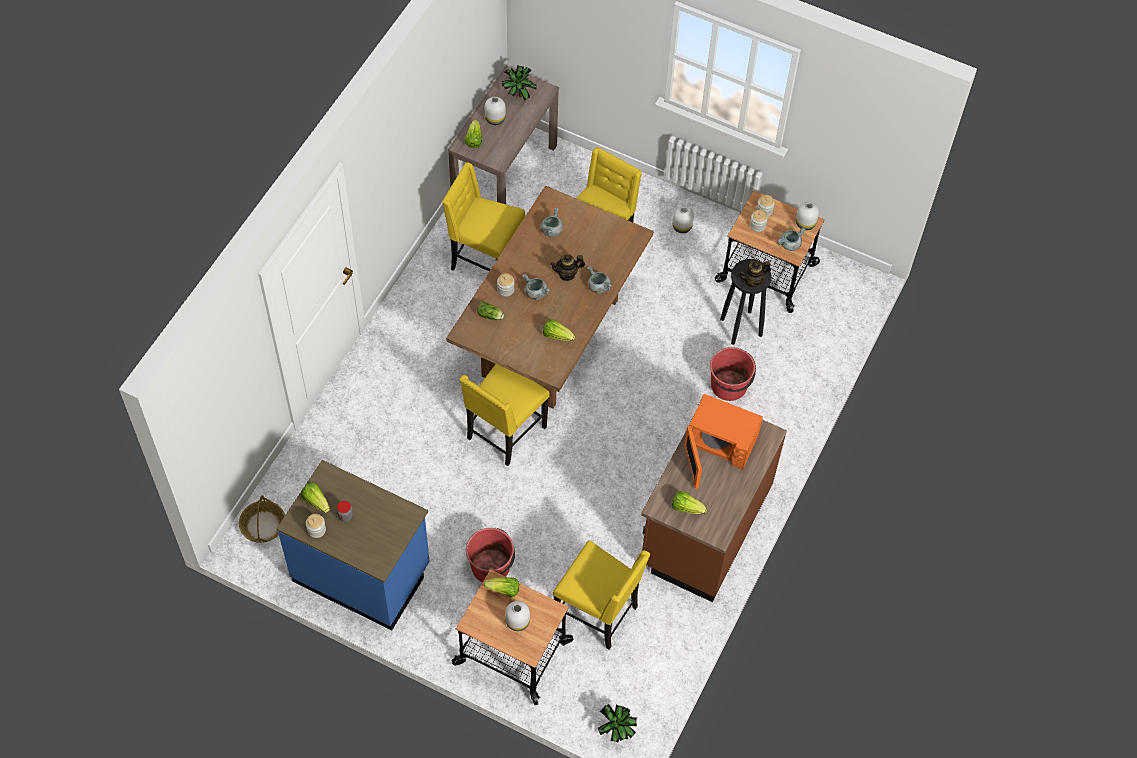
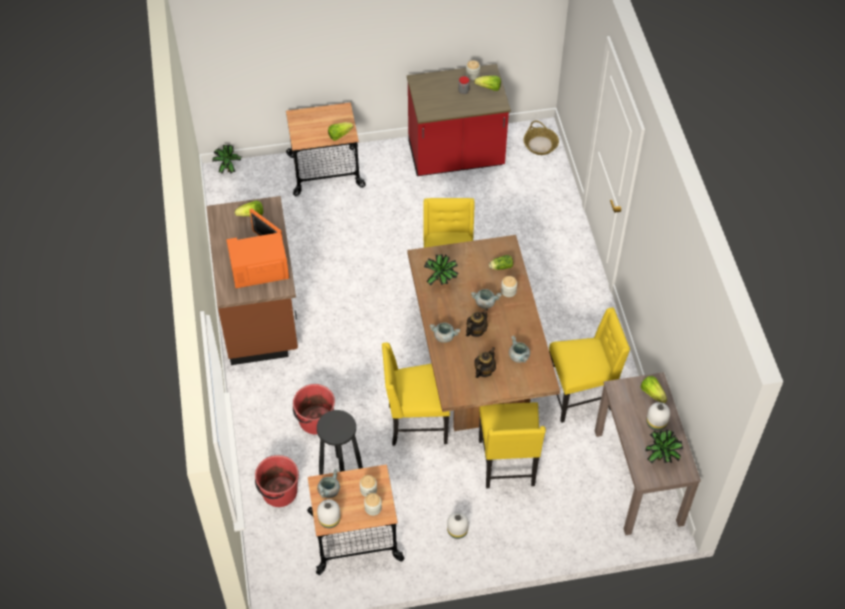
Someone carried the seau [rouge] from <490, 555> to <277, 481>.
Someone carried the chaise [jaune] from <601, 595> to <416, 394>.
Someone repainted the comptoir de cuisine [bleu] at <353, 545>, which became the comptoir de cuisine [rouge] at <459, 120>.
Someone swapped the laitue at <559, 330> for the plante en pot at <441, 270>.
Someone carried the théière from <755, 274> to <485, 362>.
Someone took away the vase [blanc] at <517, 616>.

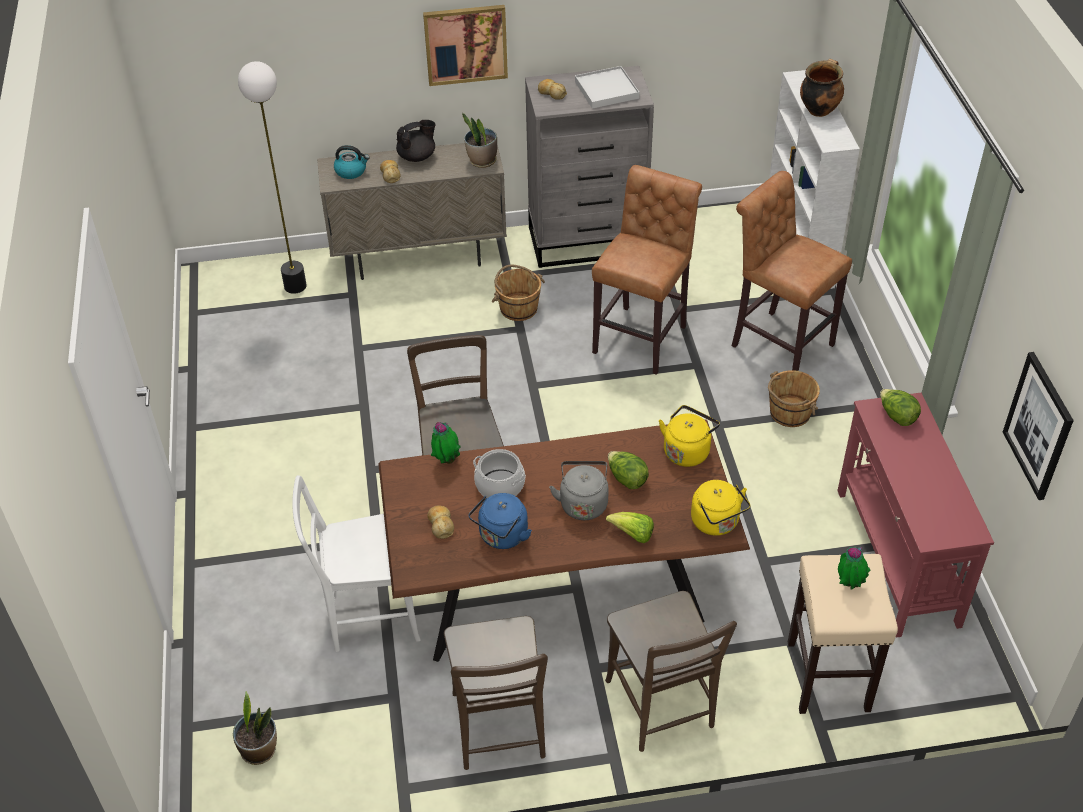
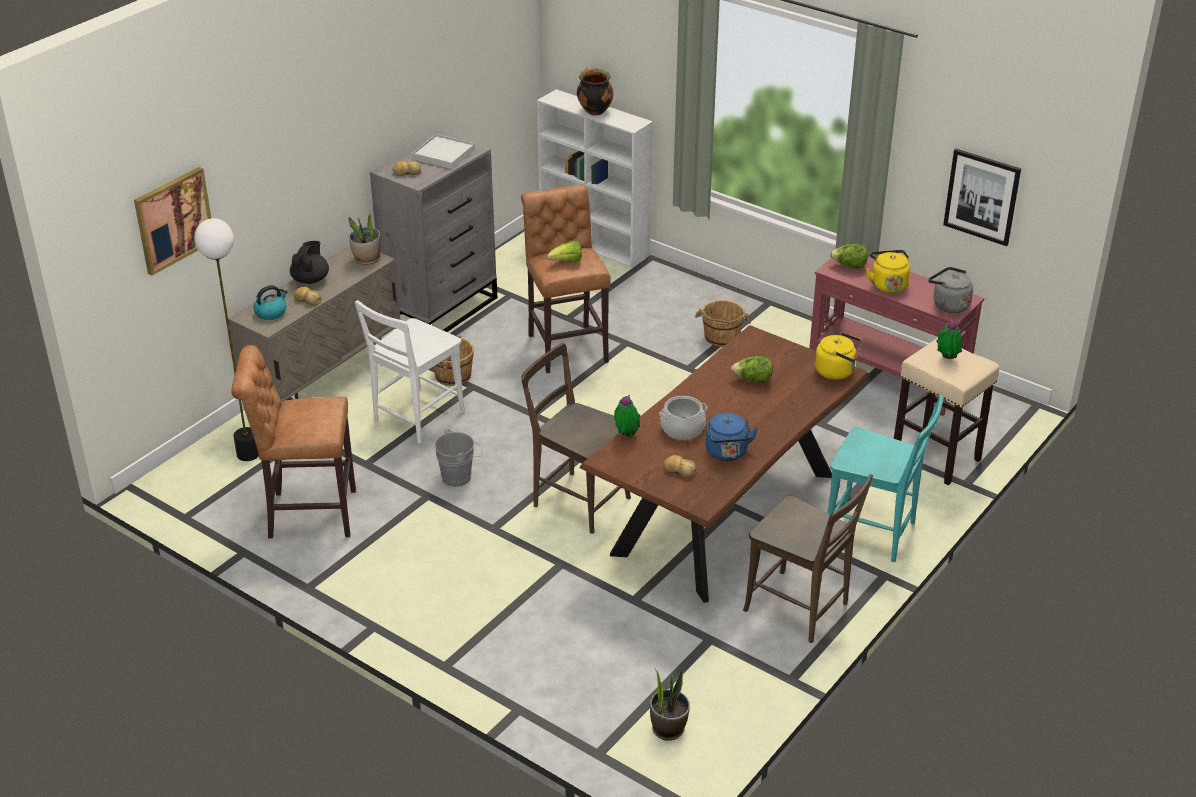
Someone carried the tableau from <465, 45> to <172, 221>.
Someone carried the tabouret [marron] from <792, 271> to <293, 442>.
Someone carried the chaise [blanc] from <356, 563> to <410, 372>.
Someone put down the seau [gris] at <458, 457>.
Someone carried the laitue from <630, 527> to <564, 251>.
Someone repainted the chaise [marron] at <671, 671>, which became the chaise [turquoise] at <886, 479>.
Someone carried the bouilloire [jaune] from <689, 436> to <888, 271>.
Someone carried the bouilloire [gris] from <579, 490> to <950, 290>.

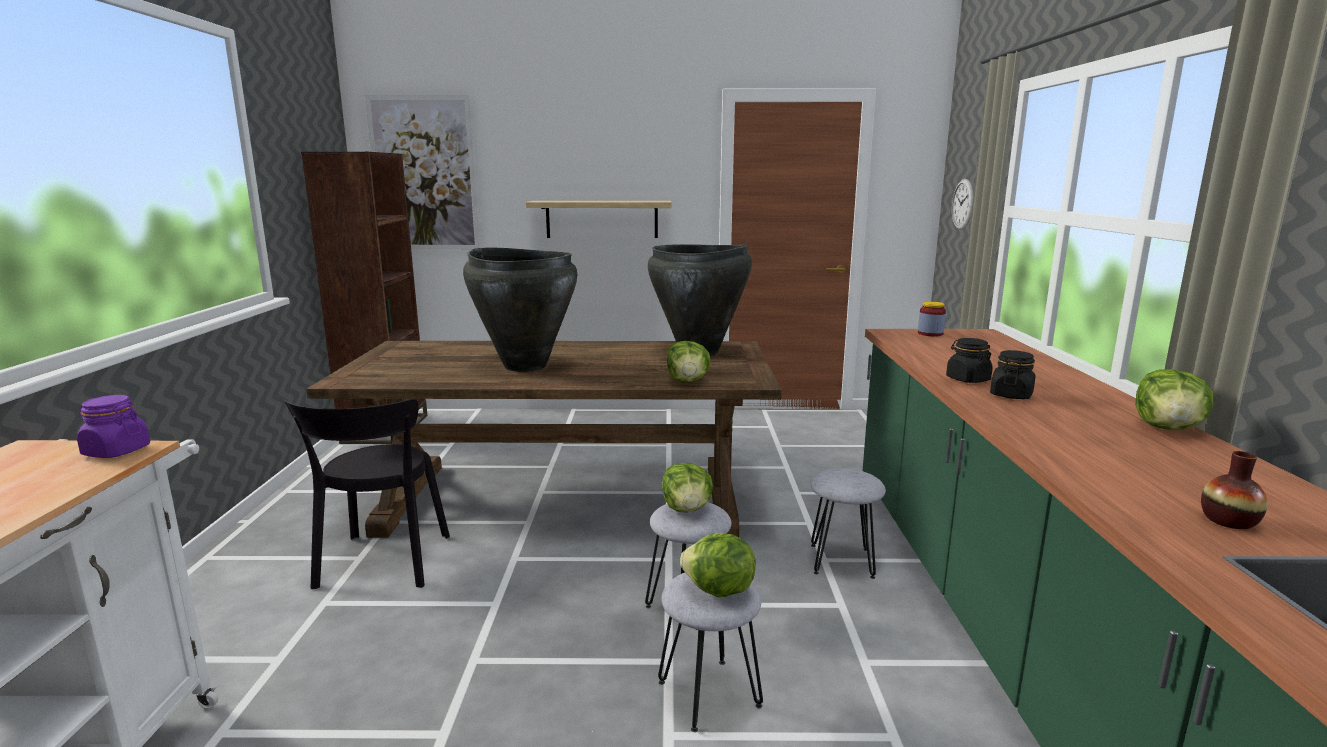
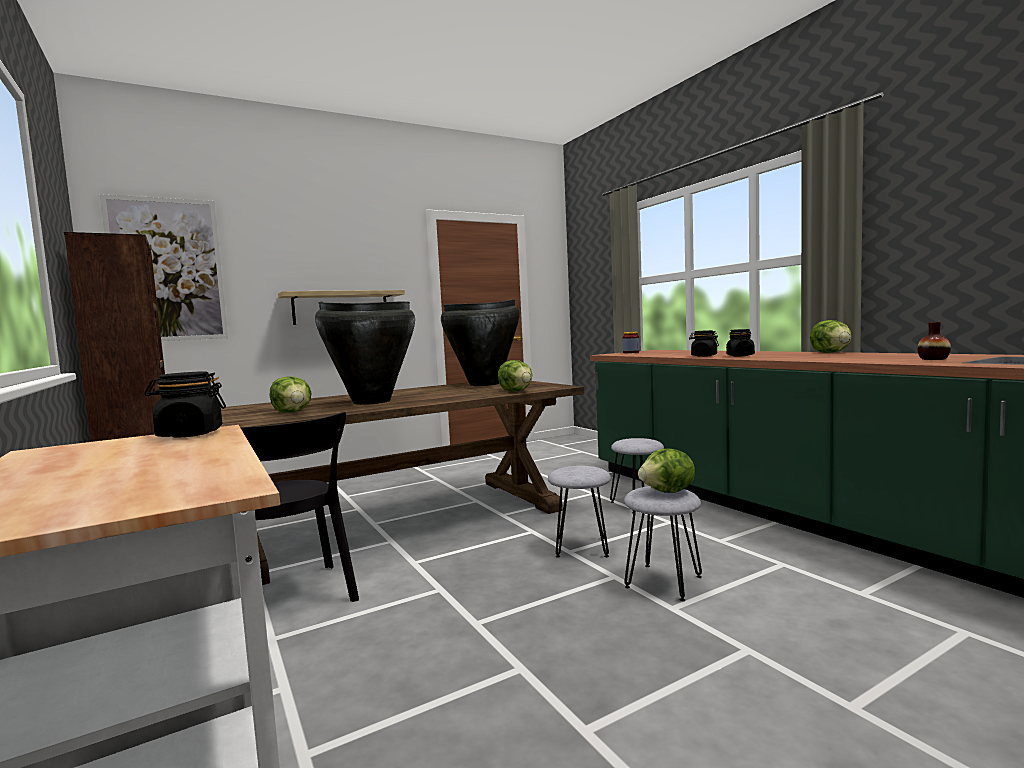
Someone repainted the bocal [violet] at <113, 426>, which became the bocal [noir] at <185, 404>.
Someone carried the laitue from <687, 487> to <291, 394>.
Someone took away the horloge murale at <962, 204>.

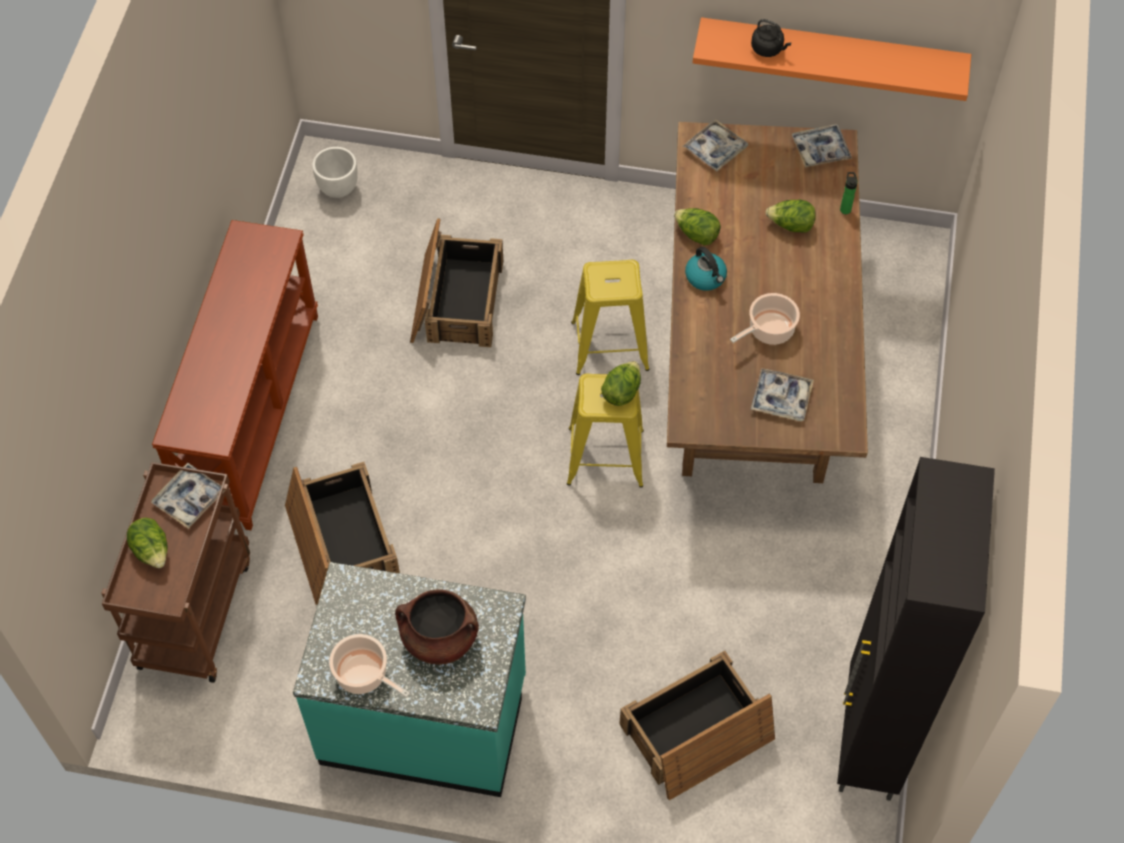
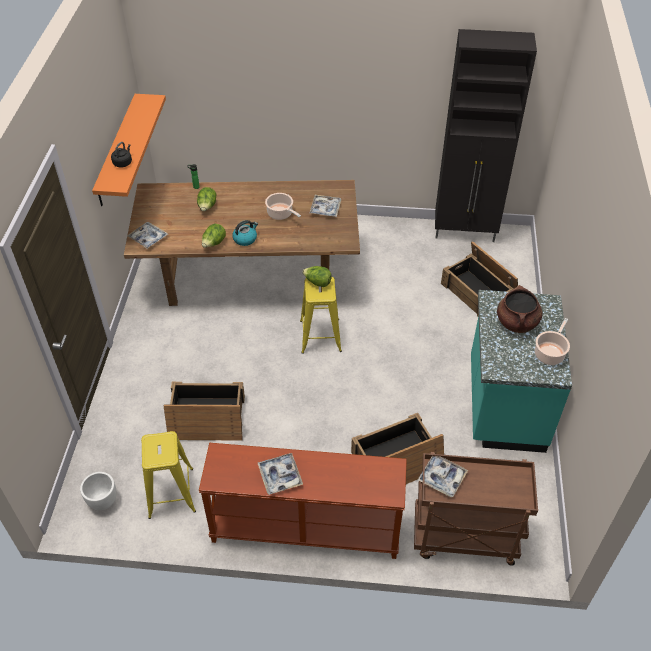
Someone carried the tabouret [jaune] from <610, 317> to <168, 475>.
Someone carried the plateau from <822, 145> to <280, 474>.
Someone took away the laitue at <147, 543>.

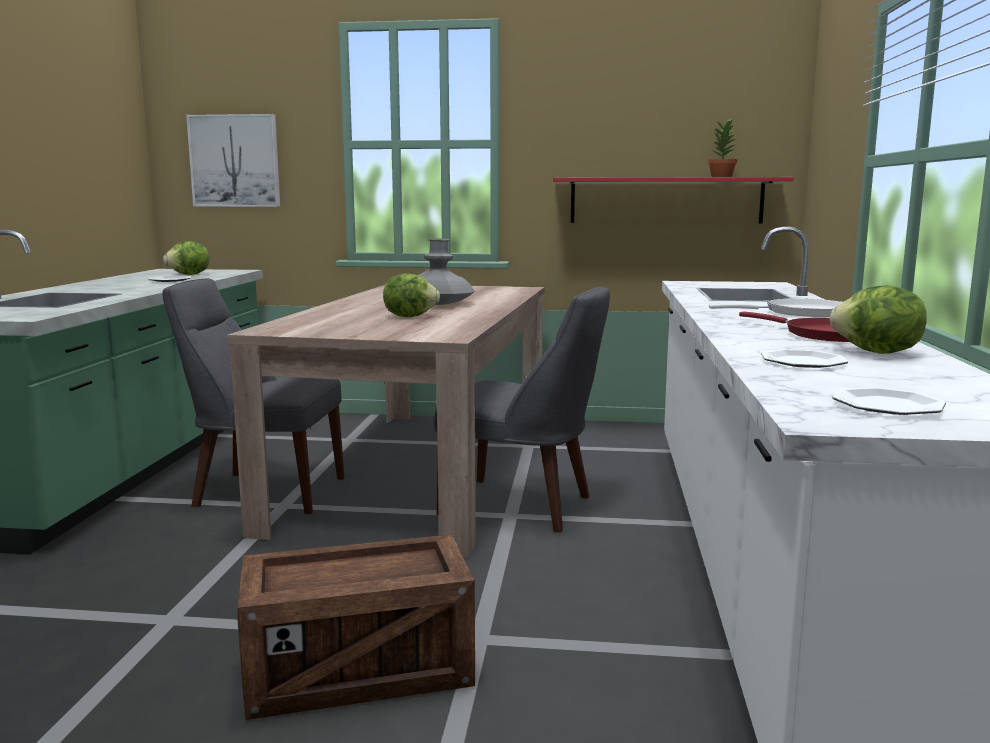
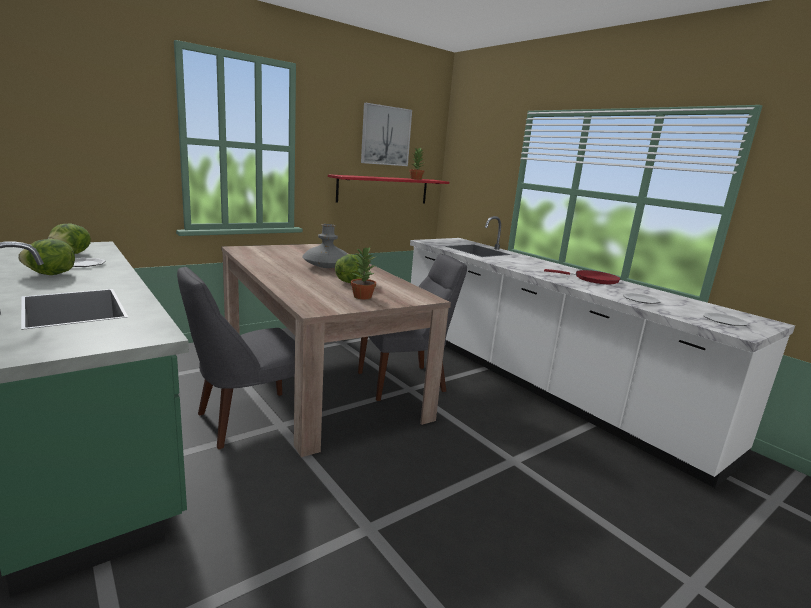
Someone carried the laitue from <878, 319> to <46, 257>.
Someone put down the plante en pot at <364, 273>.
Someone carried the tableau from <233, 160> to <386, 134>.
Someone took away the caisse at <356, 627>.
Someone took away the poêle [blanc] at <775, 307>.

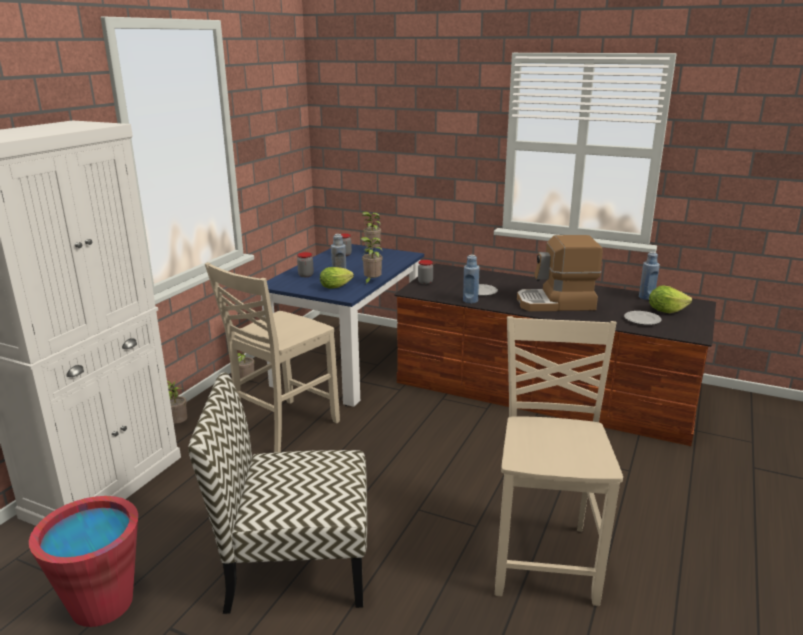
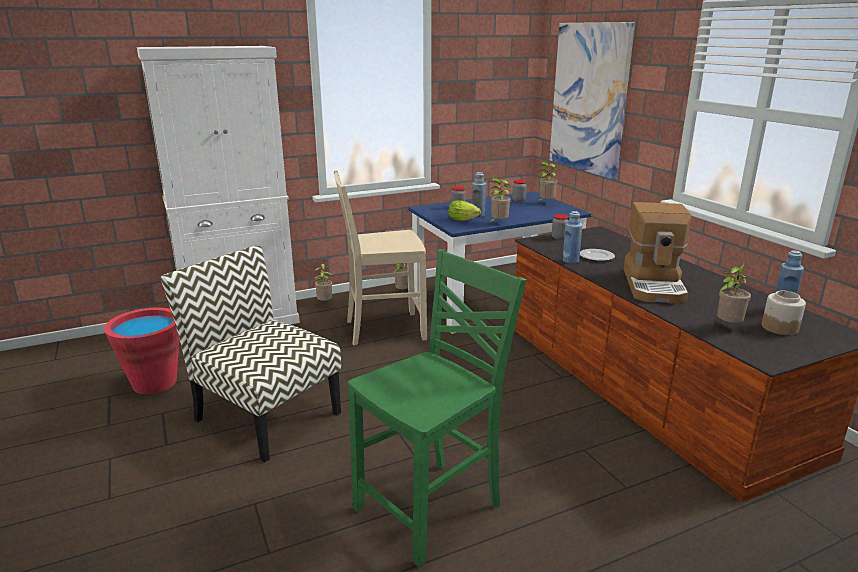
Someone repainted the chaise [beige] at <559, 461>, which became the chaise [vert] at <437, 408>.
Someone put up the tableau at <592, 100>.
Someone rotated the machine à café at <560, 273> by 120 degrees counterclockwise.
Someone swapped the assiette at <643, 318> for the plante en pot at <734, 293>.
Someone swapped the laitue at <670, 299> for the bocal at <784, 313>.

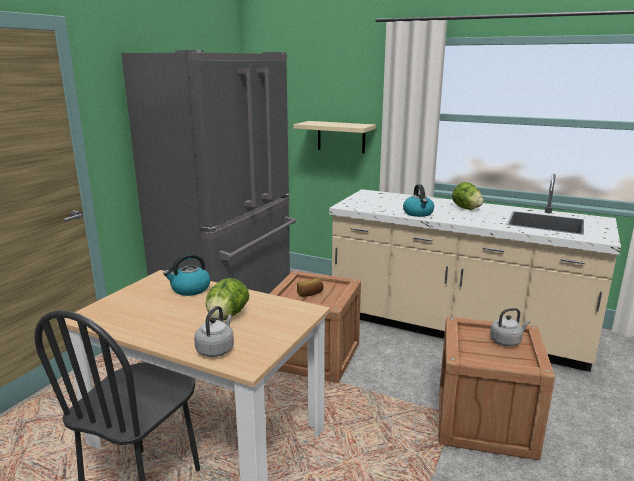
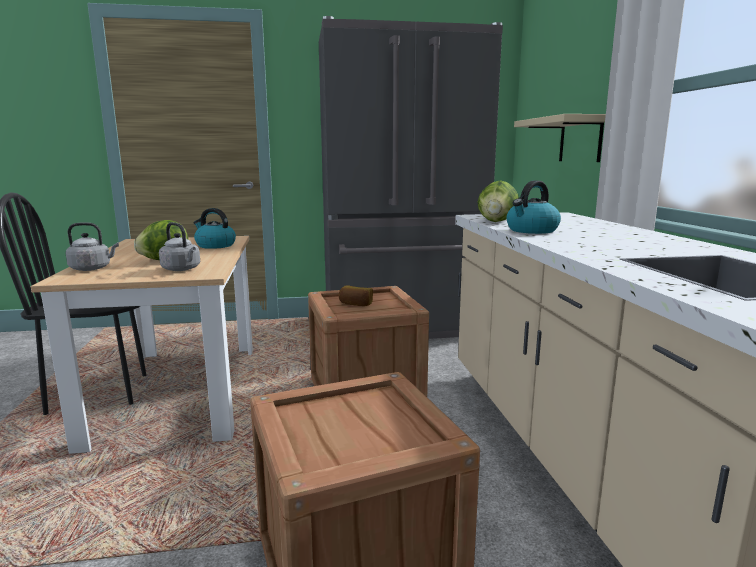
Someone carried the bouilloire [gris] from <510, 327> to <179, 246>.
Someone carried the laitue from <468, 196> to <498, 201>.

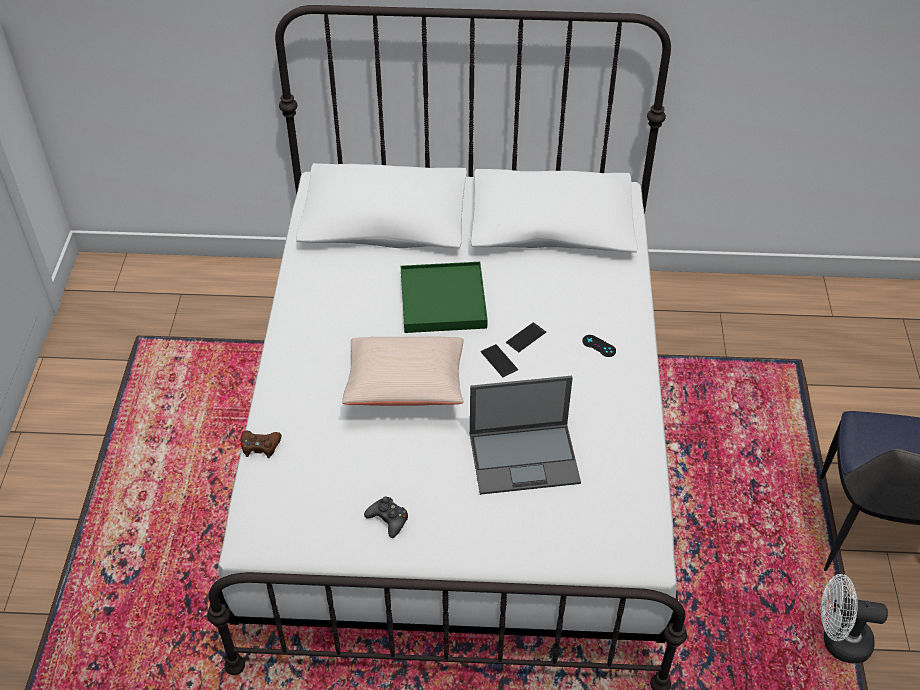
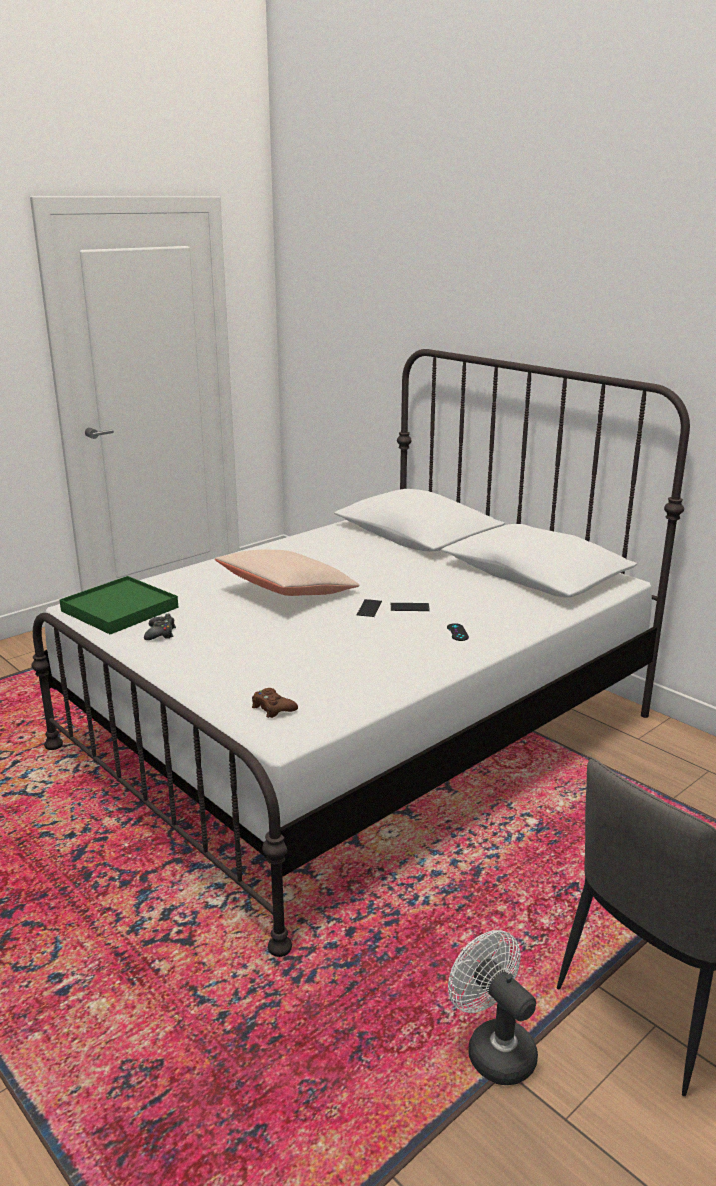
Someone carried the plateau [vert] from <444, 297> to <118, 605>.
Someone carried the manette [marron] from <261, 444> to <275, 703>.
Someone took away the ordinateur portable at <525, 435>.

